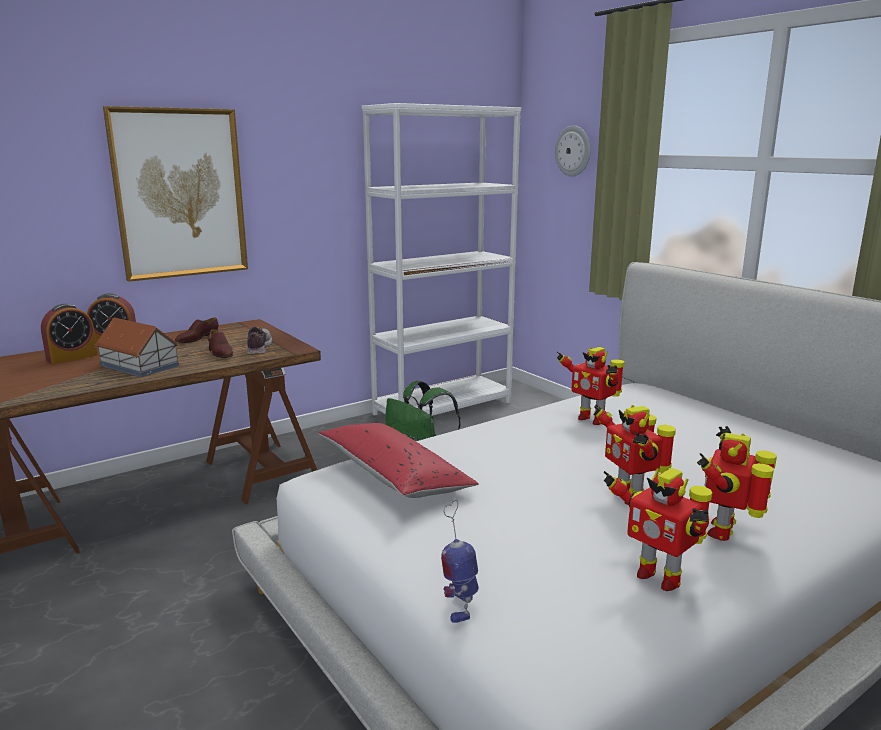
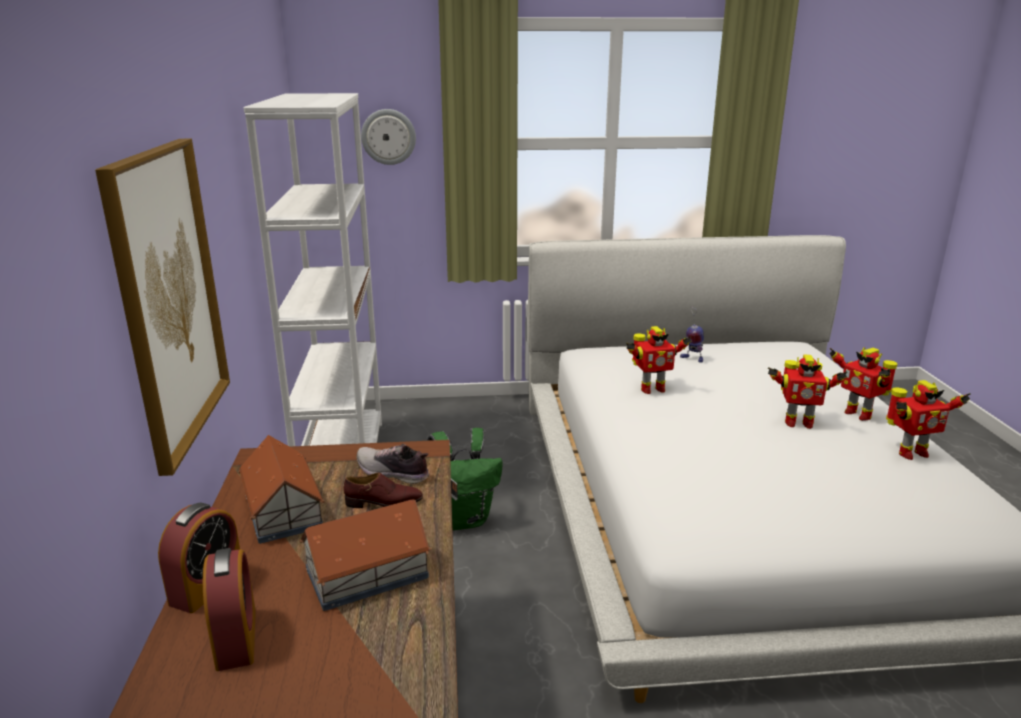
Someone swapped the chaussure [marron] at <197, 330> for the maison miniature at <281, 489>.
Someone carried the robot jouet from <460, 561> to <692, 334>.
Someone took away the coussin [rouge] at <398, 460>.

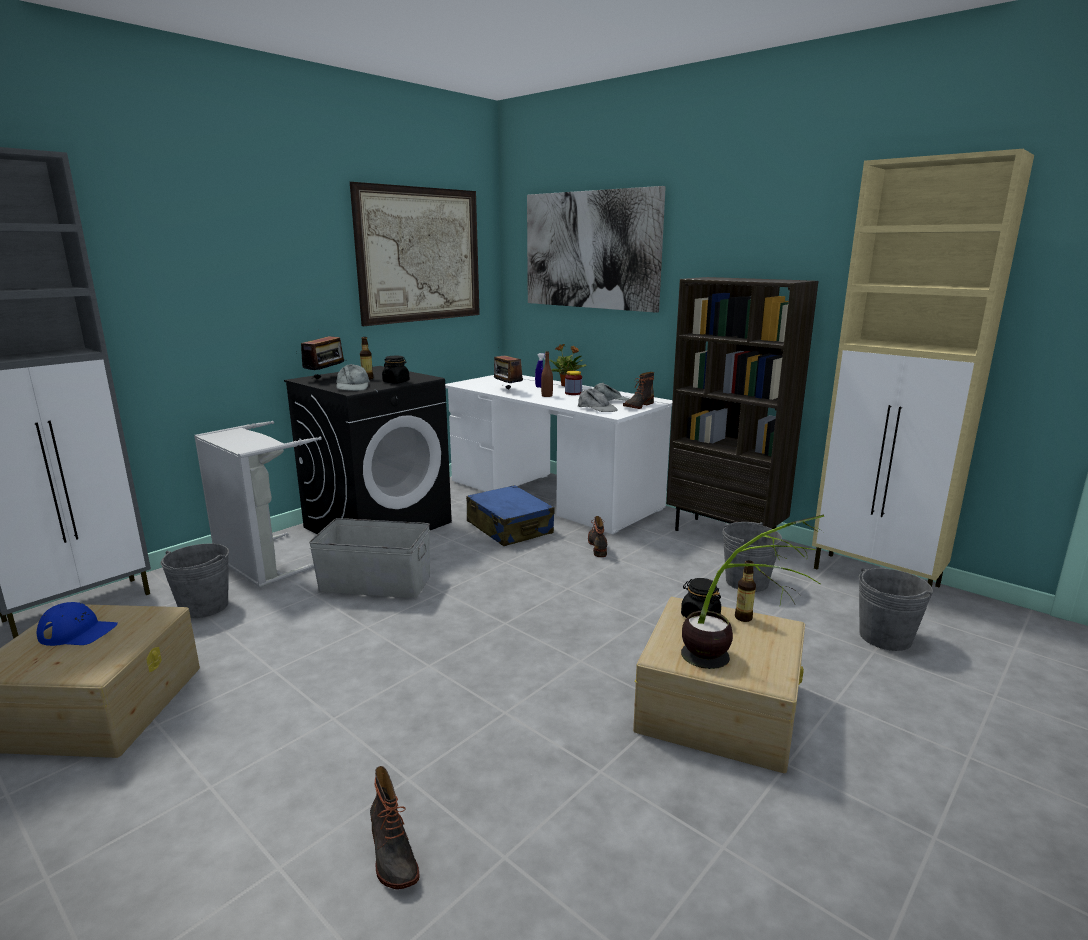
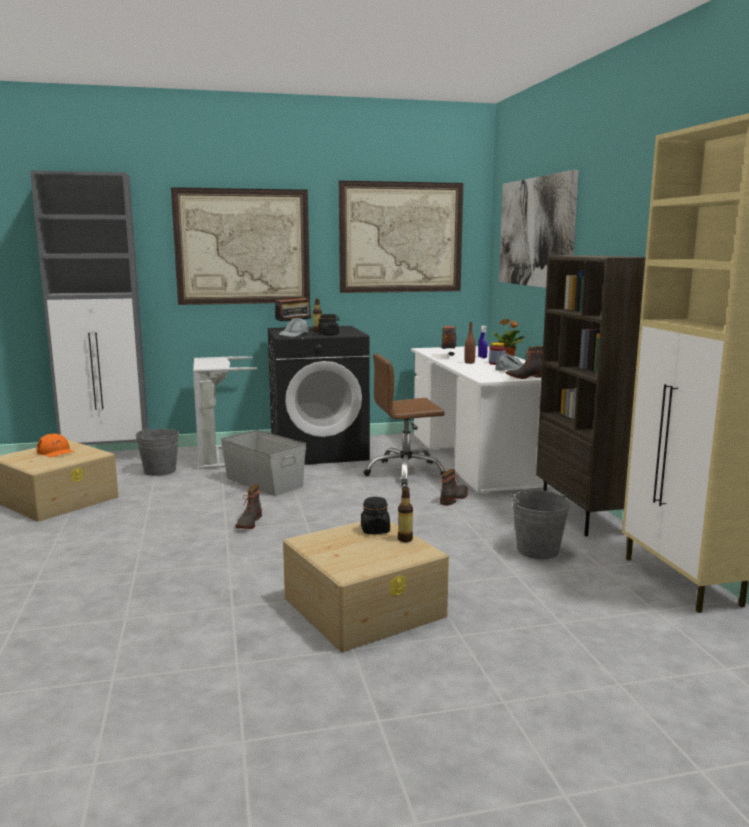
Someone repainted the casquette [bleu] at <77, 624>, which became the casquette [orange] at <56, 445>.
Someone put up the tableau at <240, 246>.
Someone carried the botte from <395, 827> to <248, 506>.
Someone swapped the valise [bleu] at <510, 515> for the chaise de bureau [marron] at <405, 420>.
Someone took away the casquette [gris] at <598, 400>.
Someone took away the plante en pot at <753, 591>.
Someone took away the seau [gris] at <896, 609>.

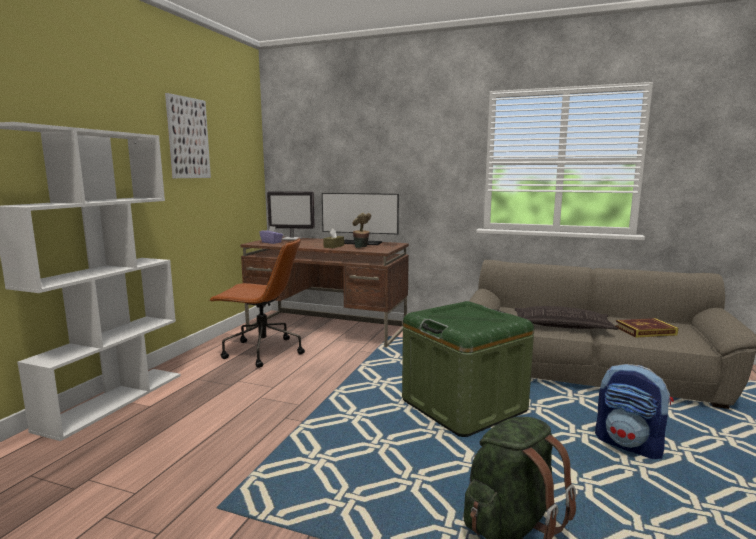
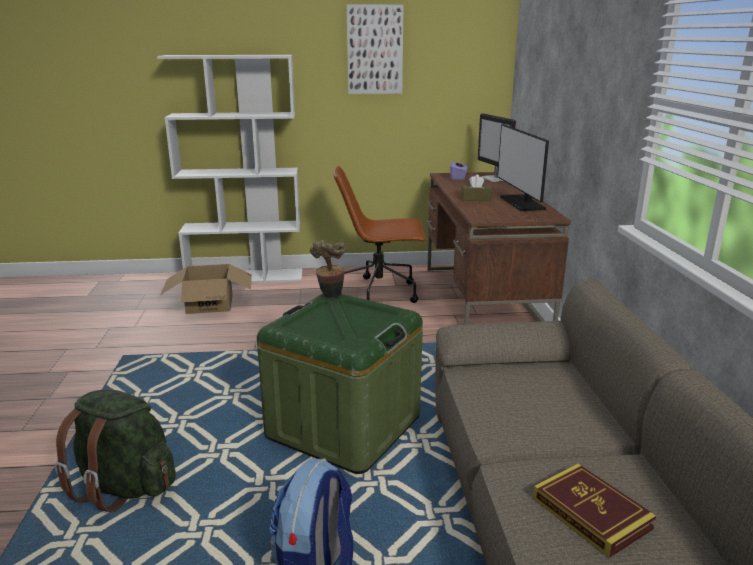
Someone put down the carton at <206, 289>.
Someone carried the plante en pot from <361, 230> to <328, 269>.
Someone rotated the chaise de bureau [marron] at <257, 302> by 105 degrees clockwise.
Someone took away the coussin at <566, 318>.

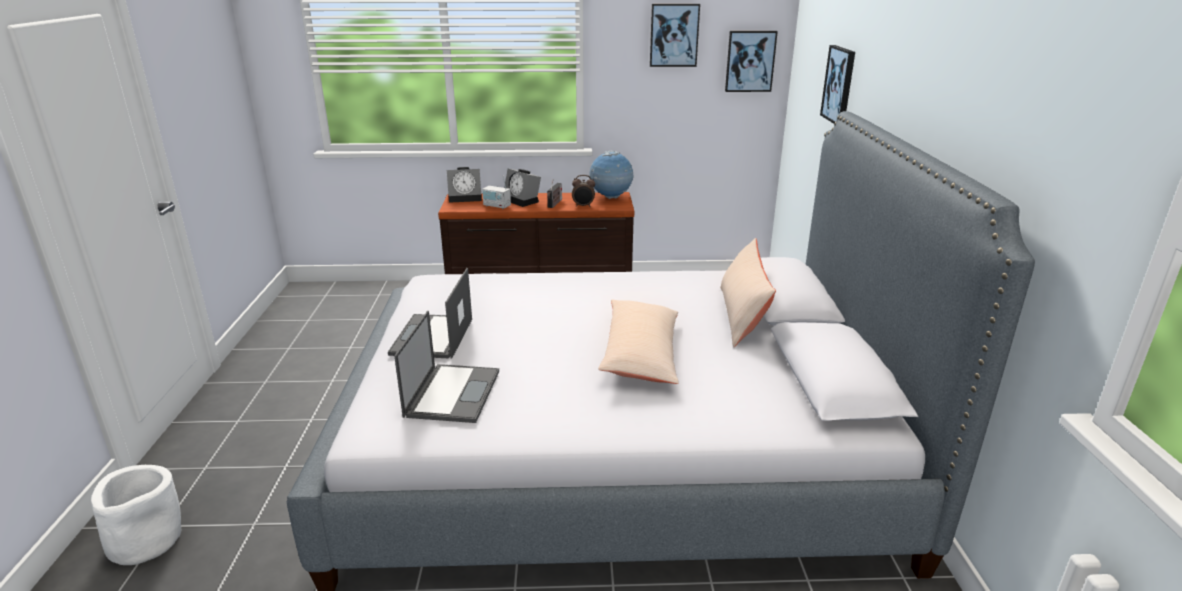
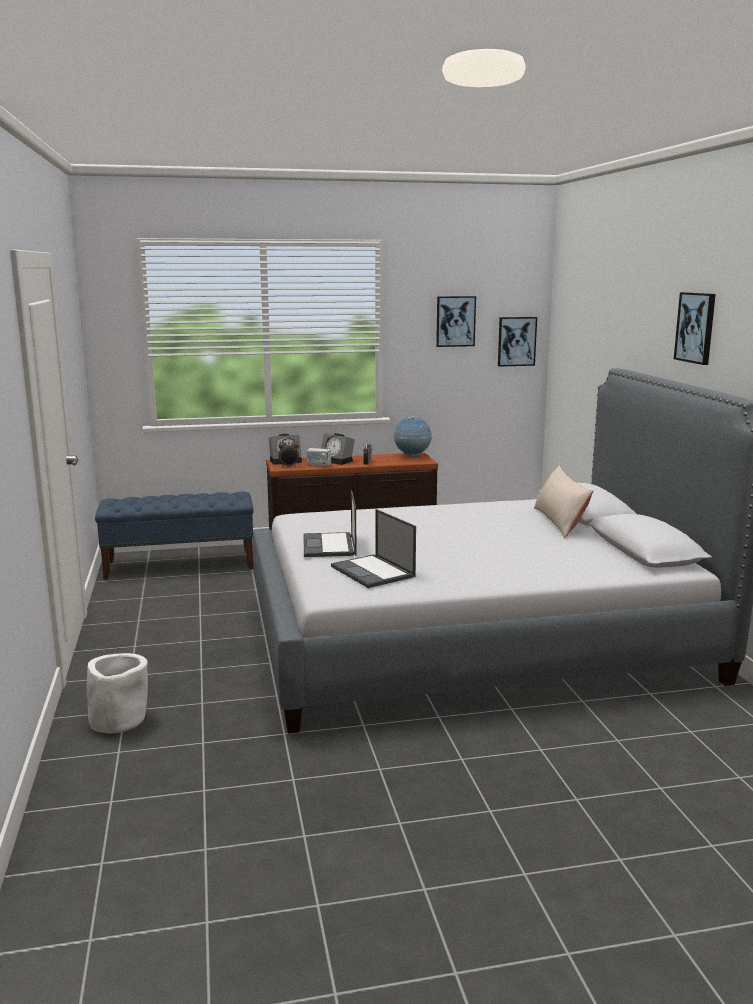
Someone put down the banc [bleu] at <174, 535>.
Someone carried the réveil from <583, 191> to <288, 452>.
Someone rotated the ordinateur portable at <446, 367> by 150 degrees clockwise.
Someone carried the tableau from <837, 84> to <695, 328>.
Someone took away the coussin [beige] at <638, 342>.

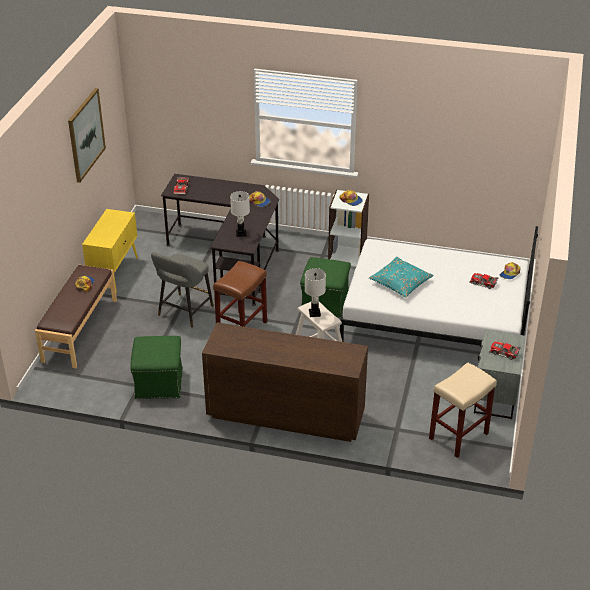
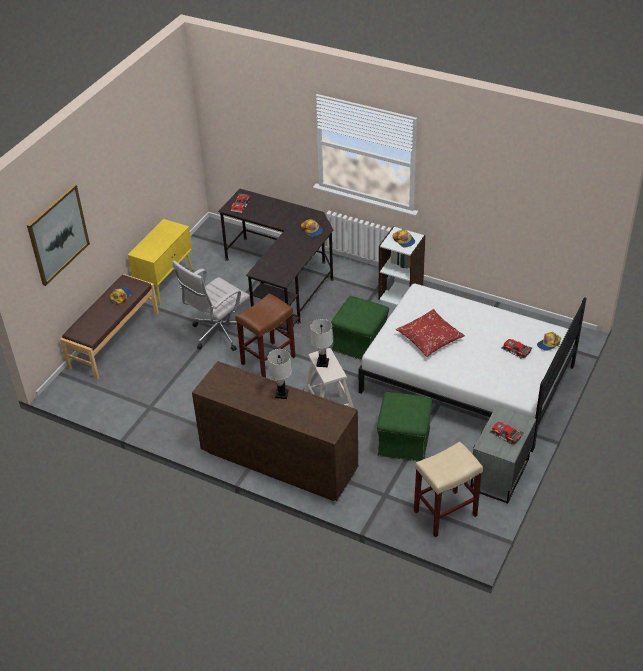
Someone carried the tableau from <87, 135> to <58, 235>.
Someone swapped the tabouret [gris] at <182, 290> for the chaise de bureau [blanc] at <211, 306>.
Someone carried the lampe de table [blanc] from <240, 214> to <280, 374>.
Someone carried the pouf [vert] from <156, 367> to <404, 426>.
Someone repainted the coussin [turquoise] at <401, 277>, which became the coussin [rouge] at <430, 333>.

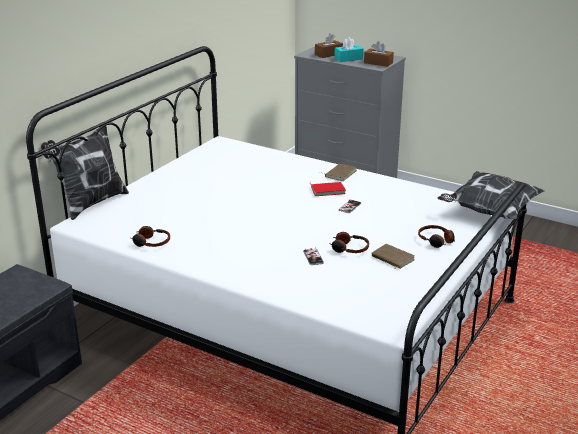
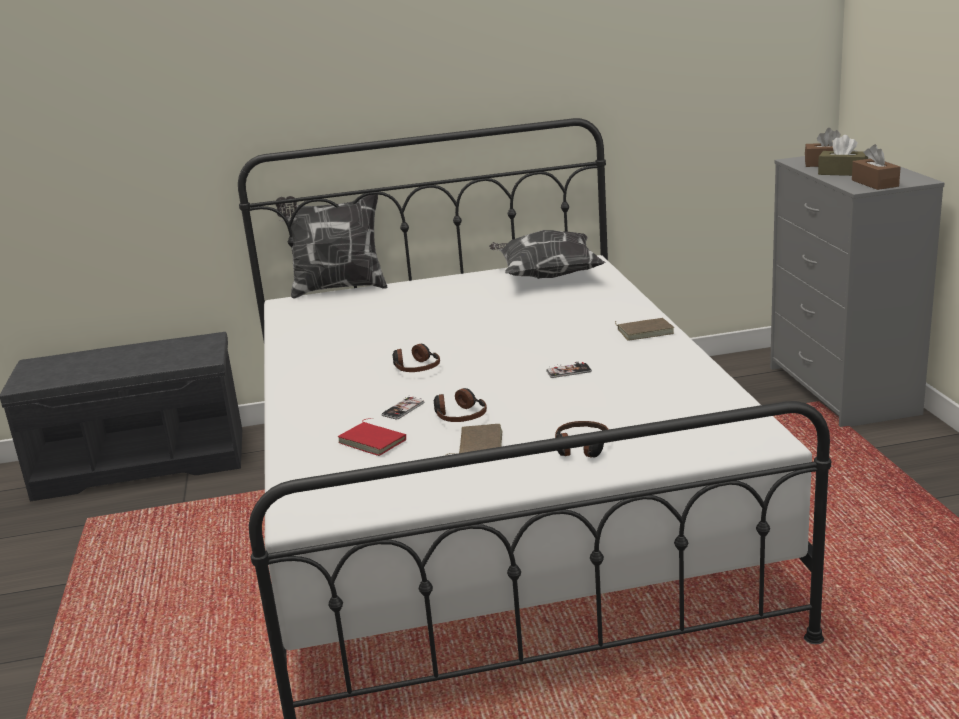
Someone carried the livre [rouge] from <328, 189> to <372, 437>.
Someone carried the casque audio from <150, 236> to <416, 358>.
Someone carried the coussin from <491, 195> to <547, 254>.
Someone repainted the boîte à mouchoirs [turquoise] at <349, 49>, which became the boîte à mouchoirs [marron] at <843, 155>.

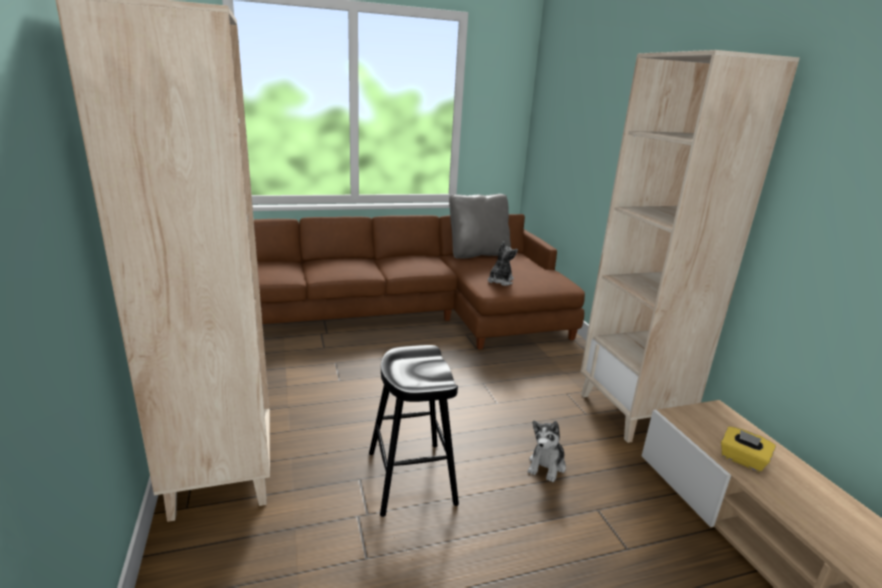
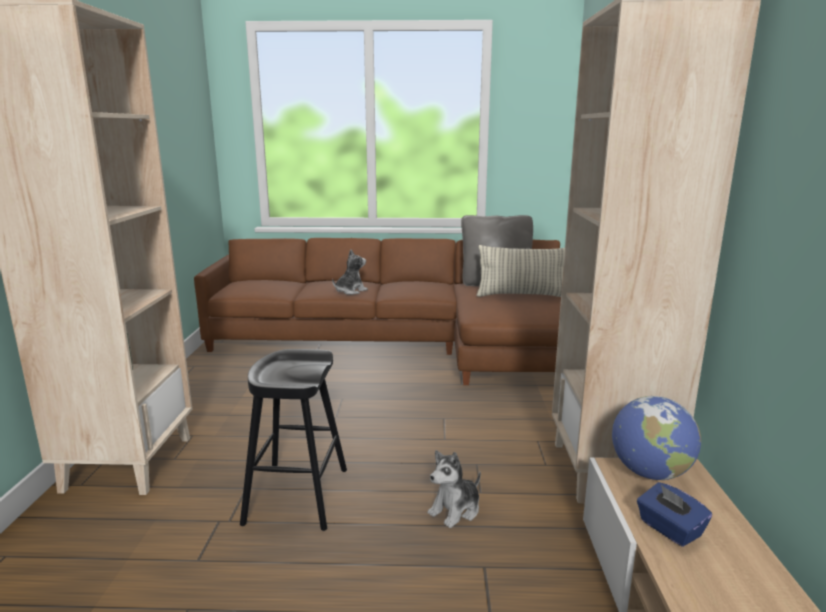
Someone carried the peluche from <503, 263> to <350, 272>.
Someone put down the coussin at <521, 271>.
Someone put down the globe at <656, 438>.
Someone repainted the boîte à mouchoirs [jaune] at <748, 449>, which became the boîte à mouchoirs [bleu] at <674, 514>.

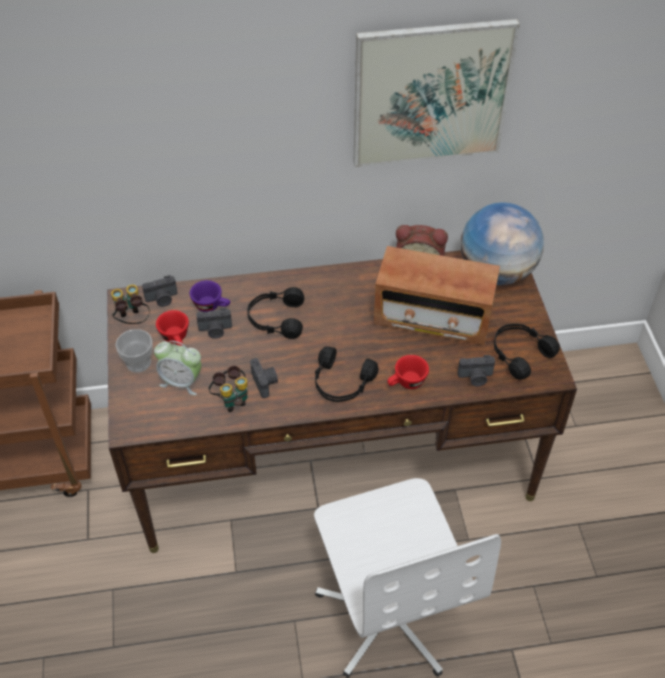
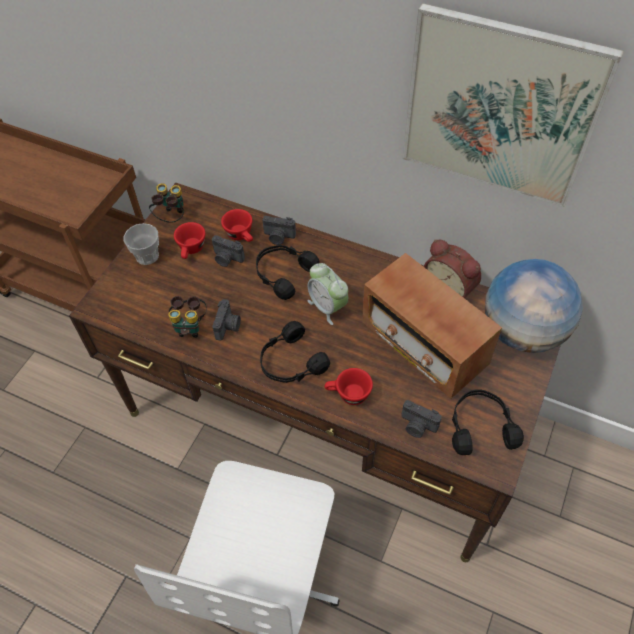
Someone repainted the tasse [violet] at <210, 296>, which became the tasse [rouge] at <237, 225>.
Someone carried the appareil photo from <160, 291> to <279, 230>.
Someone carried the réveil from <177, 368> to <327, 294>.

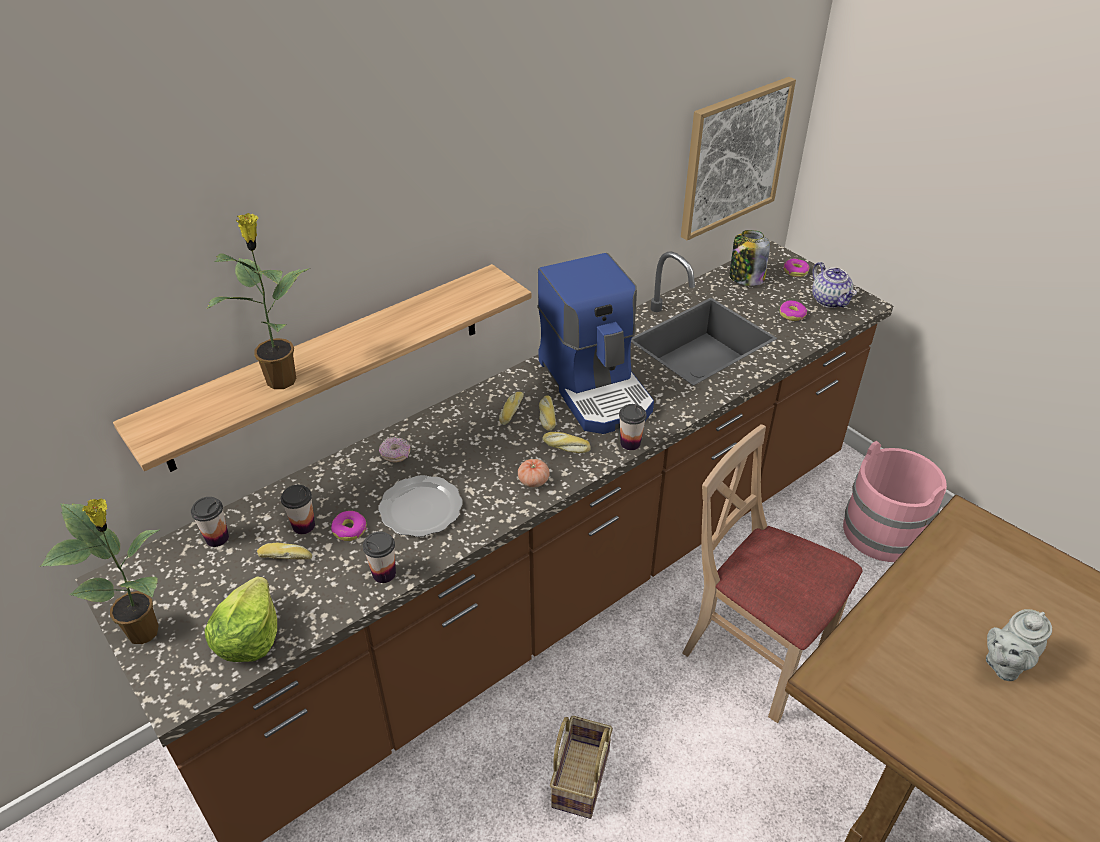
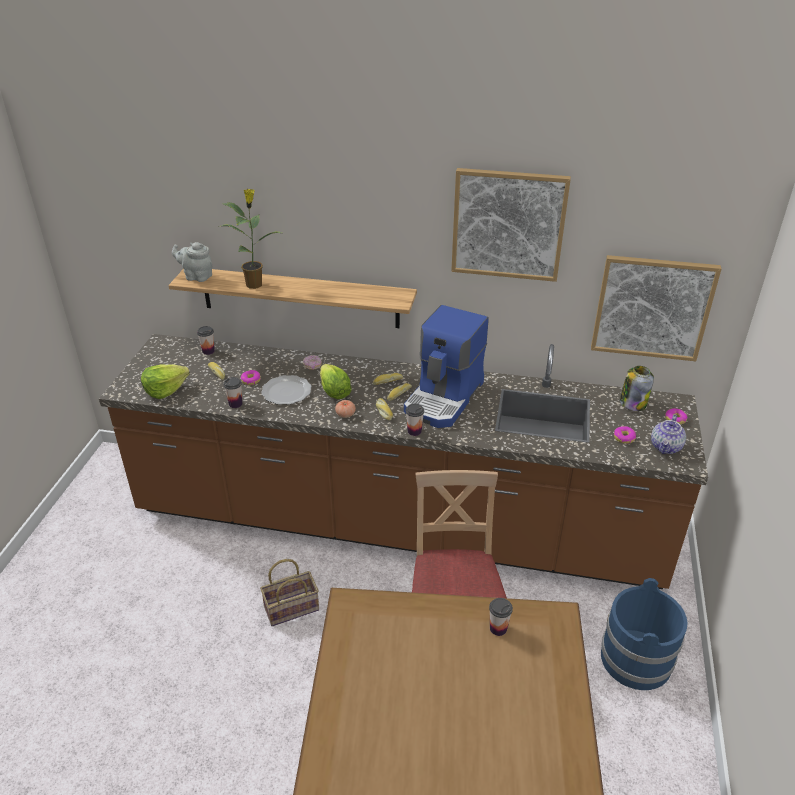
Someone carried the théière [gris] from <1019, 645> to <192, 262>.
Someone put down the laitue at <335, 381>.
Someone put up the tableau at <511, 225>.
Someone carried the tasse from <298, 509> to <501, 617>.
Someone repainted the seau [rose] at <895, 501>, which became the seau [bleu] at <644, 634>.
Someone took away the plante en pot at <100, 571>.

